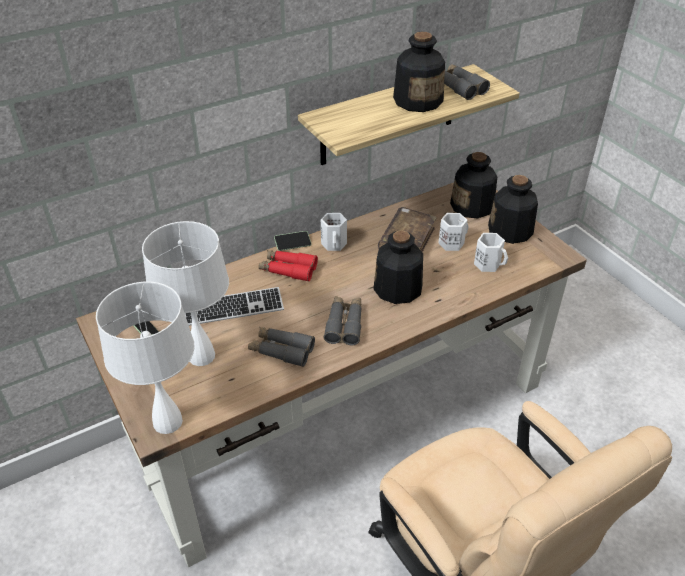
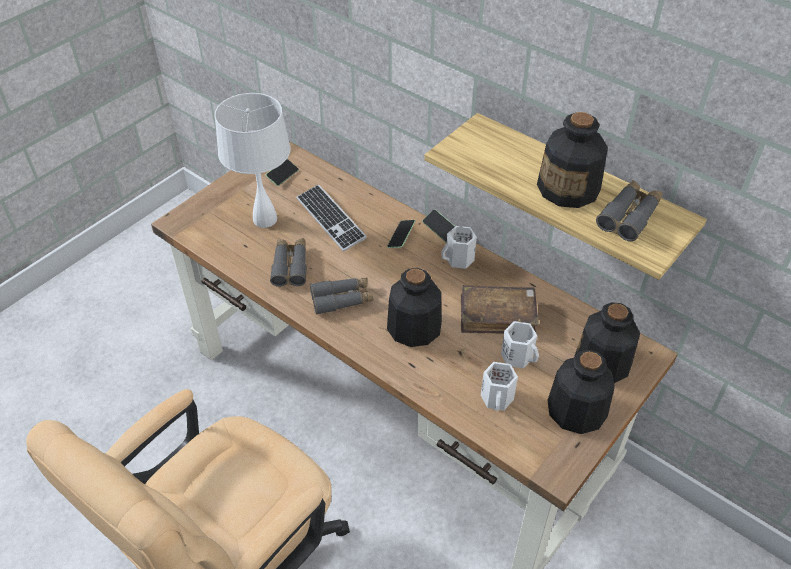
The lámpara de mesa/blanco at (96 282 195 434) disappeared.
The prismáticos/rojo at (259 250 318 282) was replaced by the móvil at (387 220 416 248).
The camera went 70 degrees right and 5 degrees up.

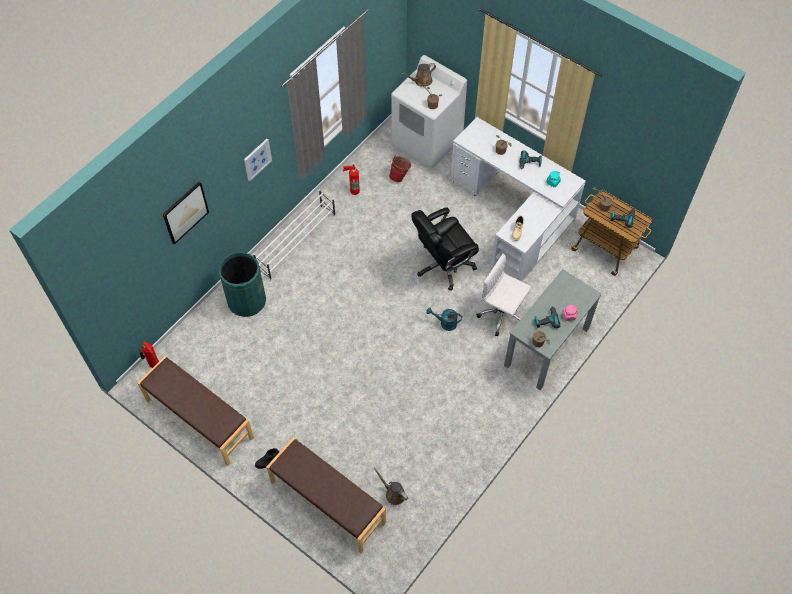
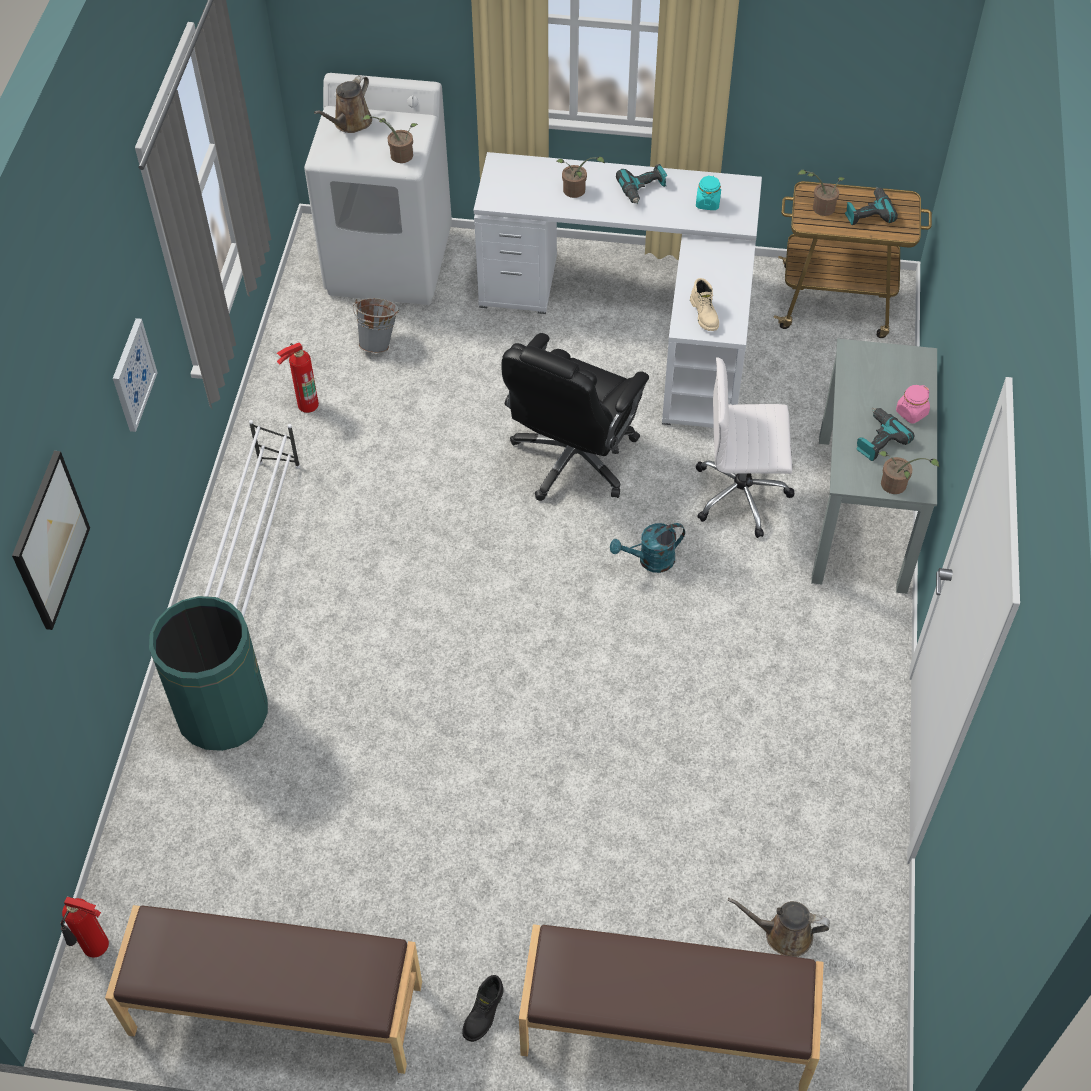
The cubo/rojo at (389 155 411 182) became the cubo/gris at (353 298 399 353).
The camera went 30 degrees left and 5 degrees down.

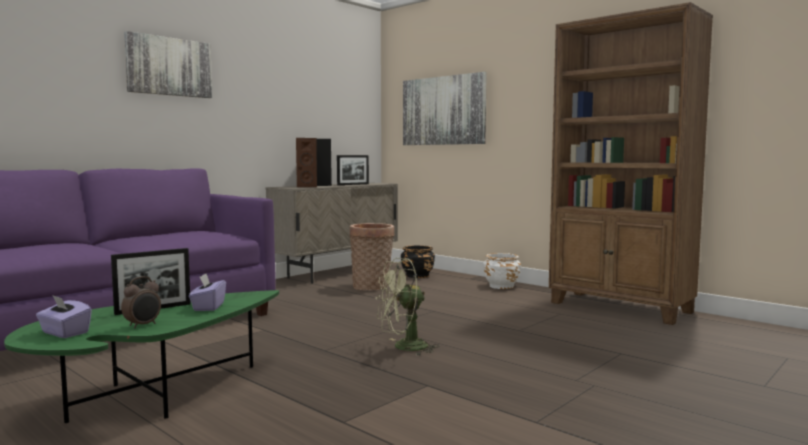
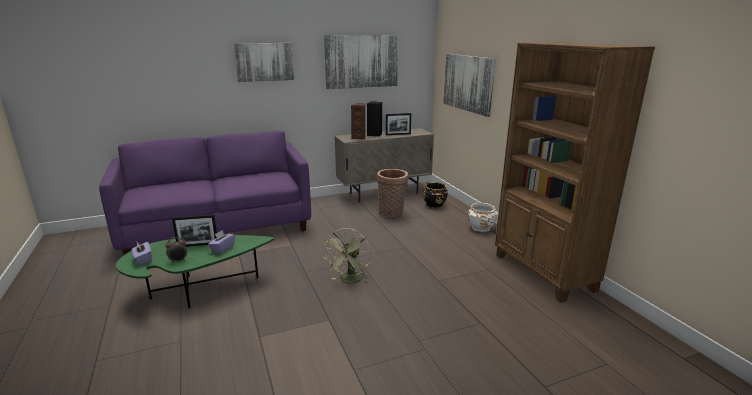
The ventilador/verde at (376 258 440 356) turned 75 degrees counterclockwise.
The cuadro at (324 35 399 89) appeared.
The camera went 25 degrees right and 15 degrees up.

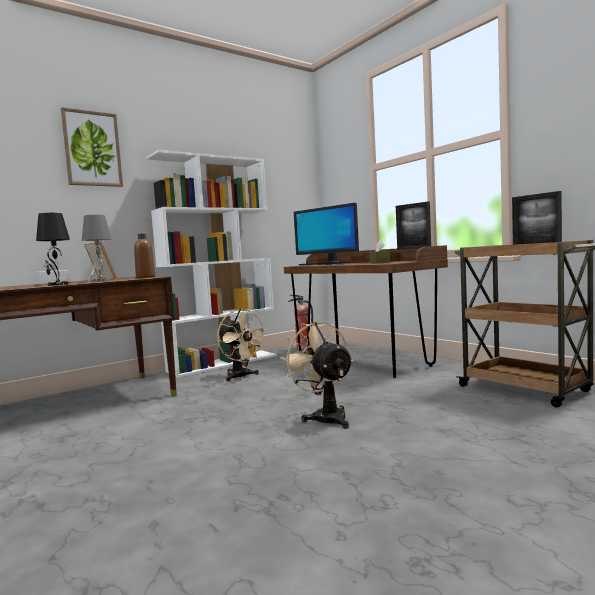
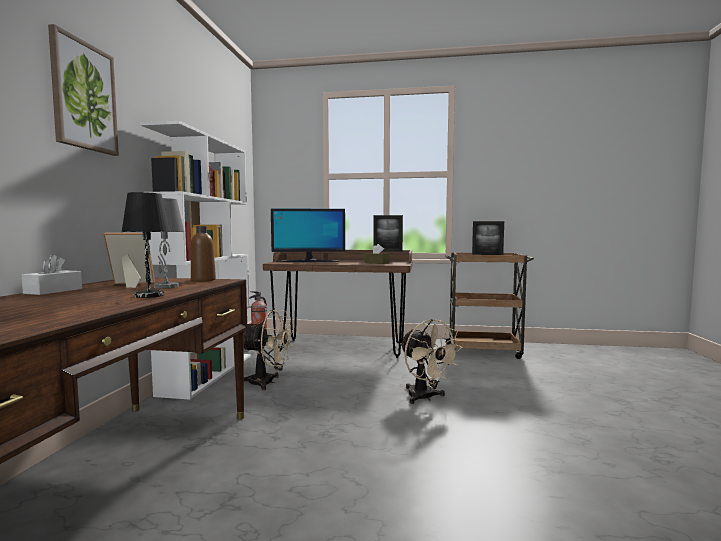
The ventilador/beis at (281 322 354 429) turned 135 degrees counterclockwise.
The camera went 45 degrees left and 0 degrees up.

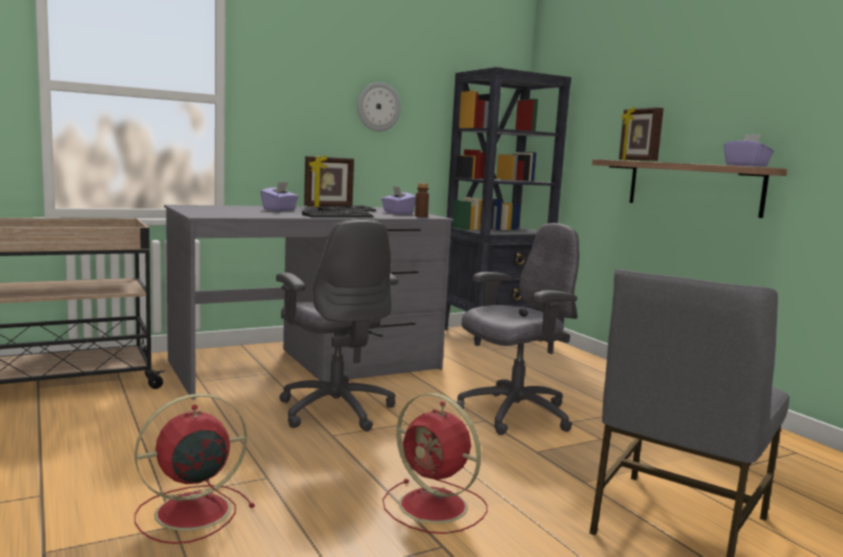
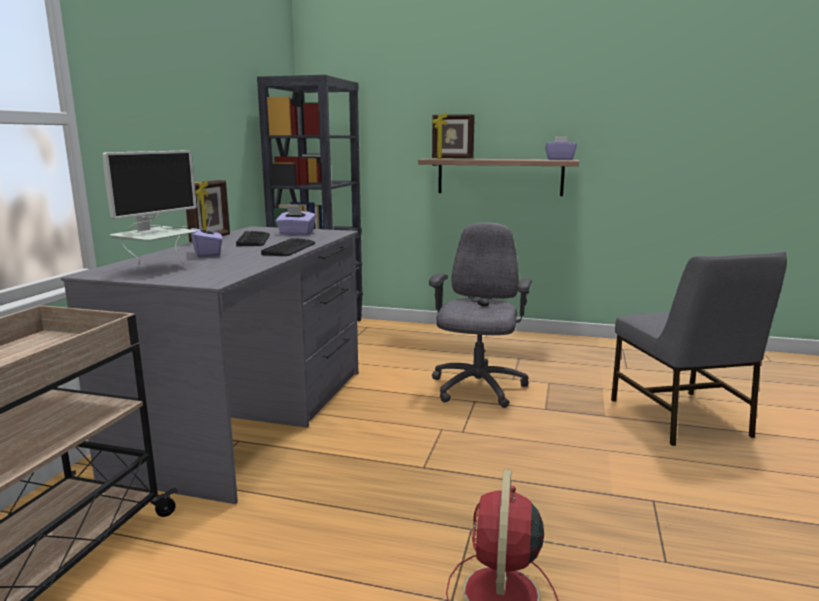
The silla de oficina/gris at (276 219 398 431) disappeared.
The reloj de pared at (357 82 401 132) disappeared.
The ventilador/rojo at (383 393 487 534) disappeared.
The botella/marrón at (415 183 429 217) disappeared.
The monitor at (102 150 197 265) appeared.
The camera went 45 degrees left and 5 degrees up.

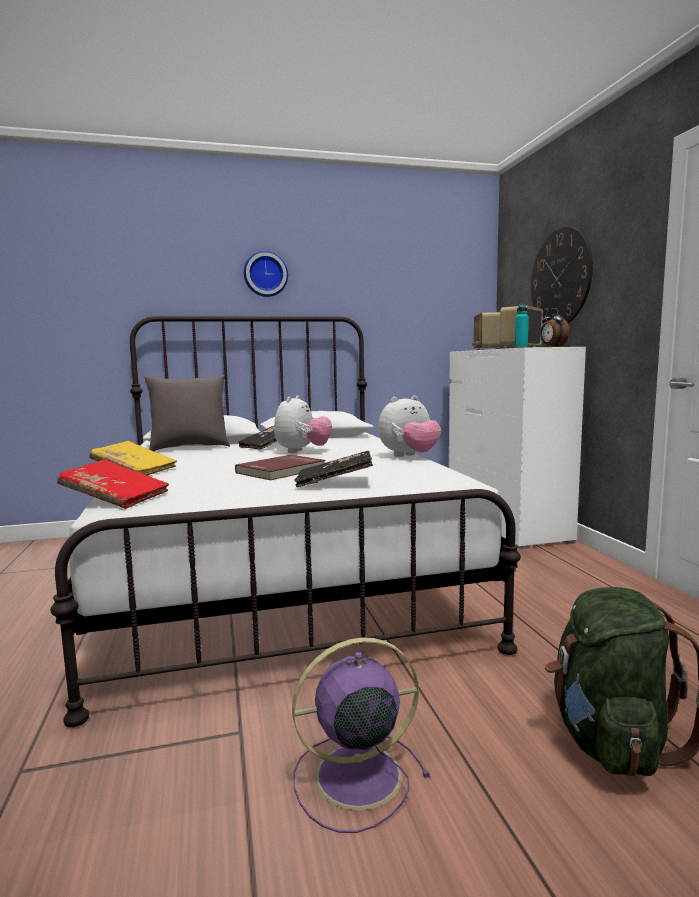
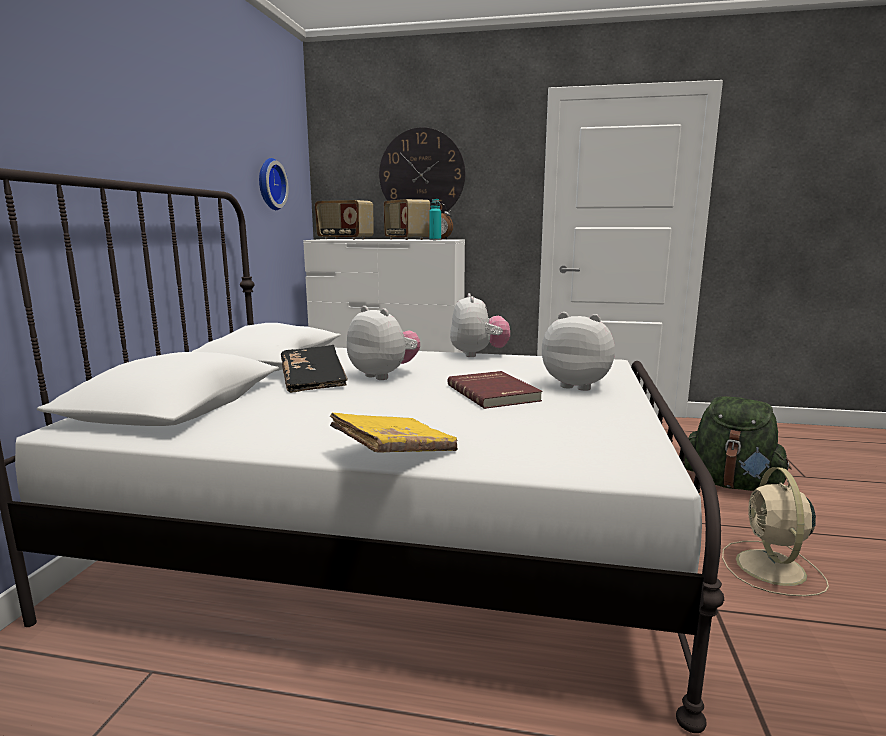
The libro/rojo at (57 459 169 509) disappeared.
The cojín/gris at (145 375 230 451) disappeared.
The reloj de pared moved from (244 251 288 297) to (259 158 288 210).
The ventilador/morado at (292 637 430 833) became the ventilador/beis at (722 467 829 596).
The libro/negro at (295 451 373 487) was replaced by the peluche at (542 312 615 391).
The camera went 65 degrees left and 5 degrees up.

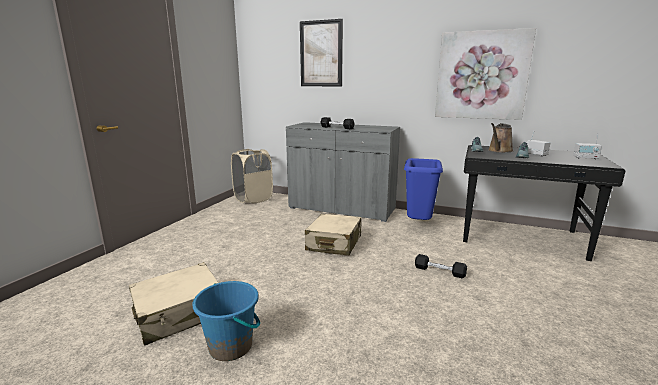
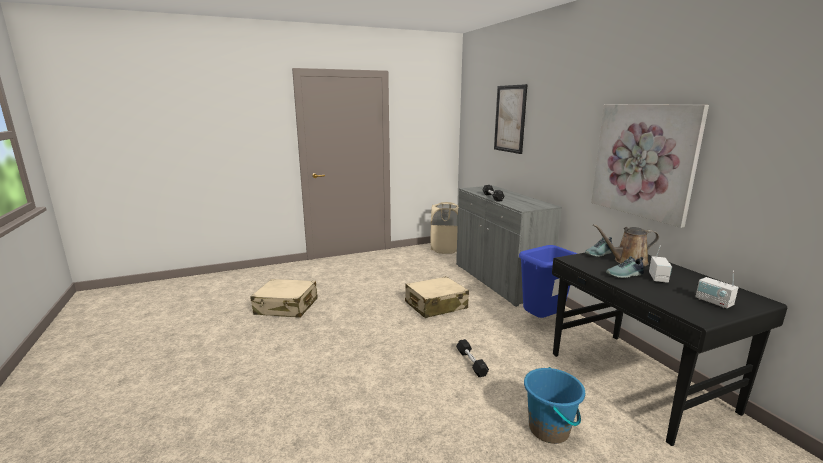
The cubo/azul moved from (192 281 260 361) to (524 367 585 444).
The camera went 45 degrees right and 0 degrees up.

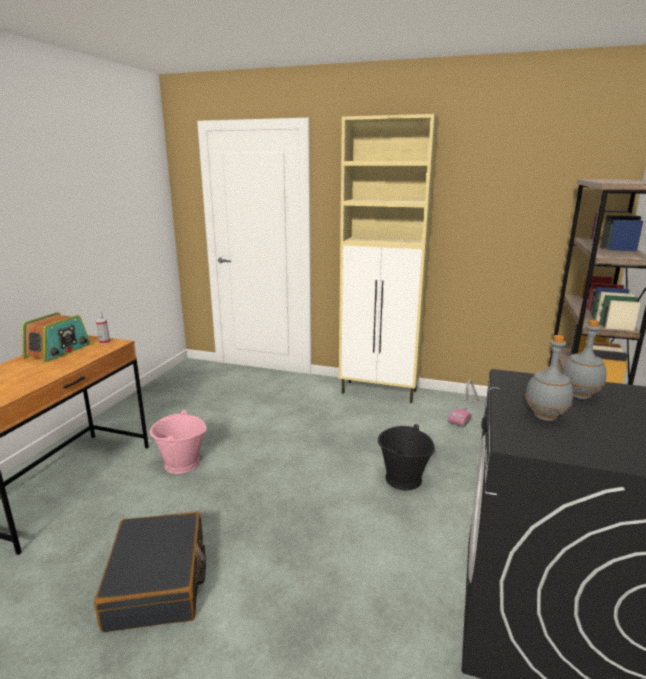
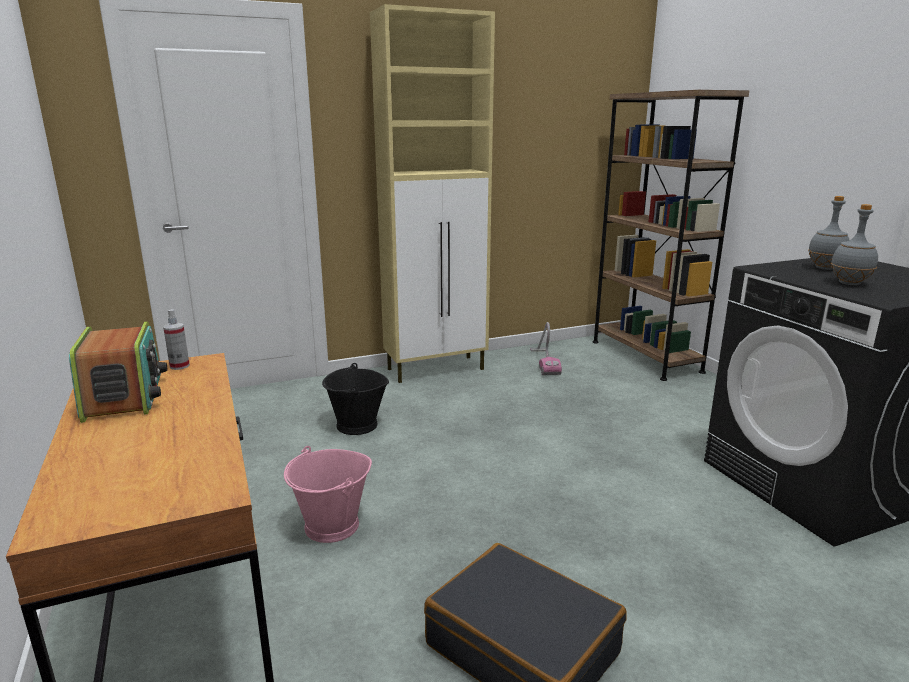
The cubo/negro moved from (378 424 435 490) to (322 363 389 435).
The camera went 40 degrees left and 0 degrees up.

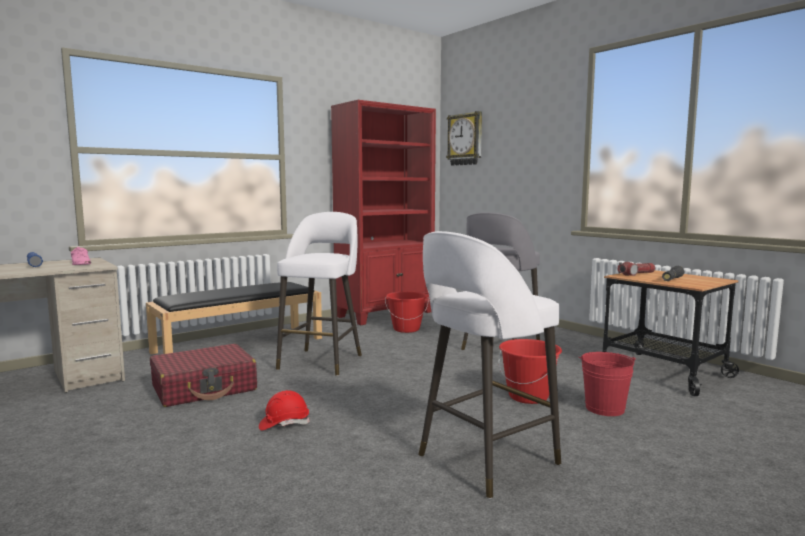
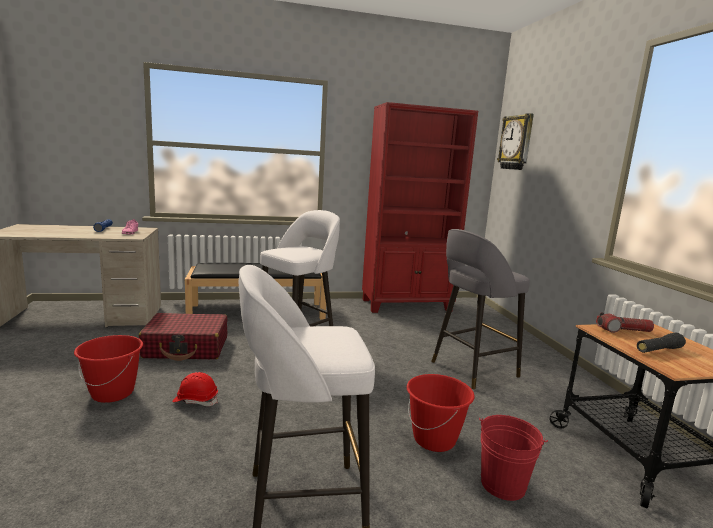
The cubo/rojo moved from (385 292 428 333) to (74 335 143 403).
The camera went 25 degrees right and 5 degrees up.

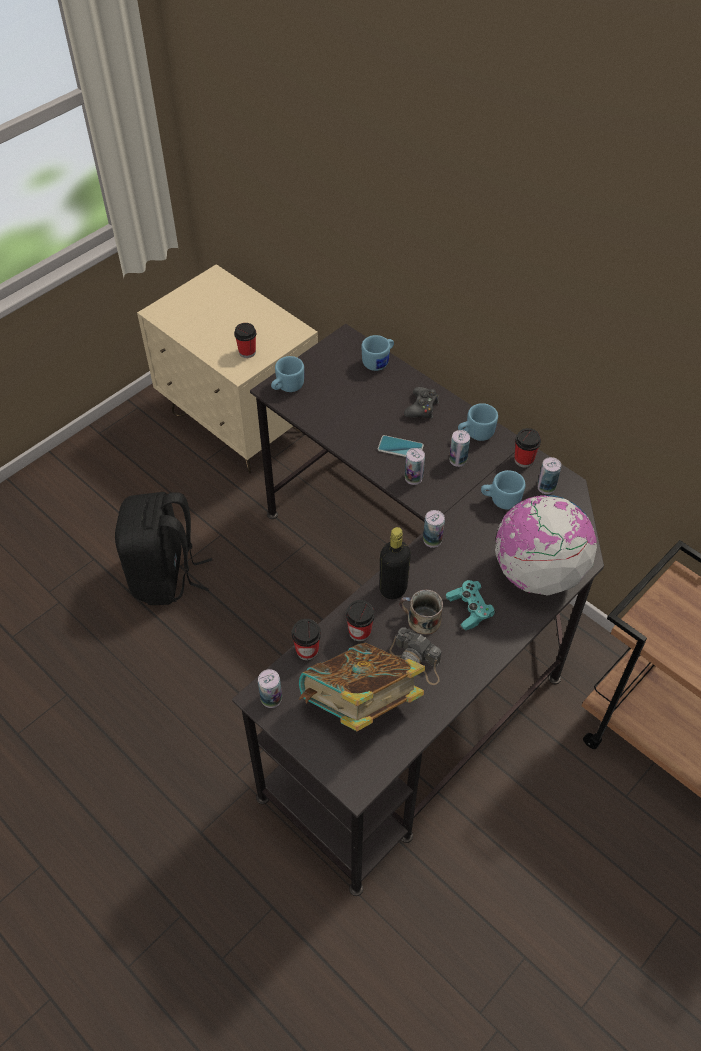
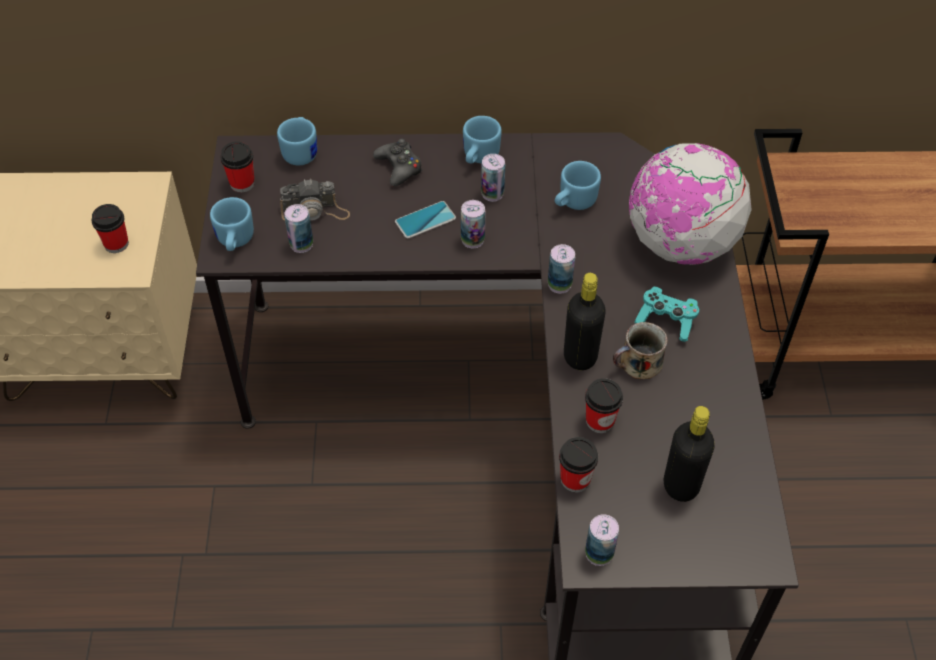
The mochila/negro at (115 492 212 605) disappeared.
The libro at (299 643 425 731) was replaced by the botella/negro at (664 406 715 502).
The cámara moved from (390 627 441 685) to (280 179 350 221).
The taza moved from (514 428 541 467) to (220 141 255 192).
The lata moved from (538 457 561 494) to (285 204 313 253).
The camera went 45 degrees left and 0 degrees up.

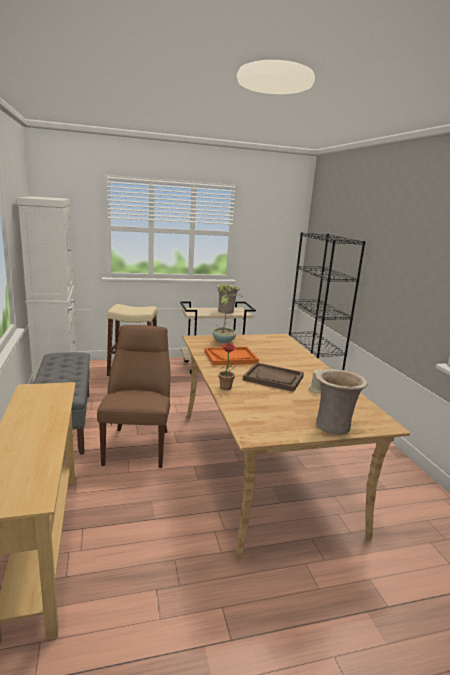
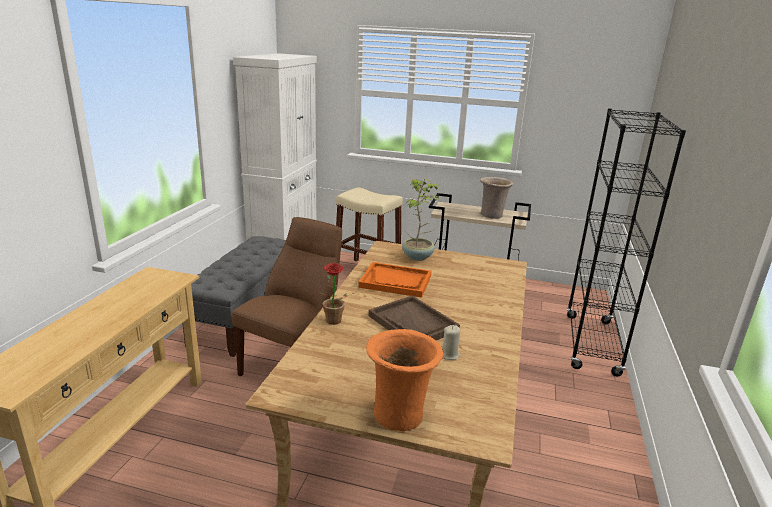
The florero/beis at (315 369 368 435) became the florero/naranja at (366 329 443 431).
The camera went 30 degrees right and 5 degrees up.

